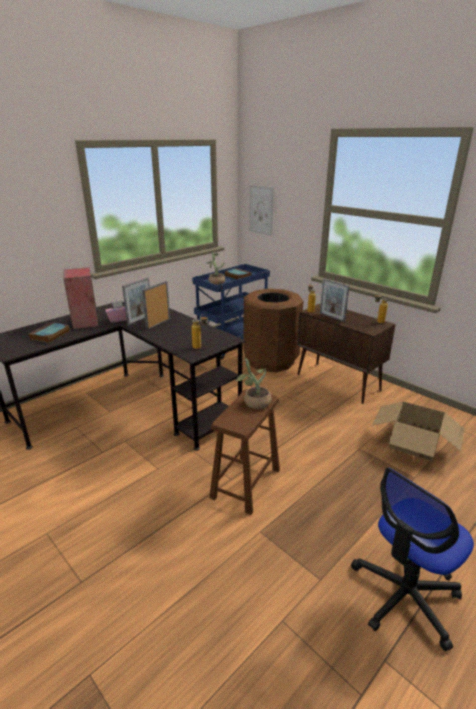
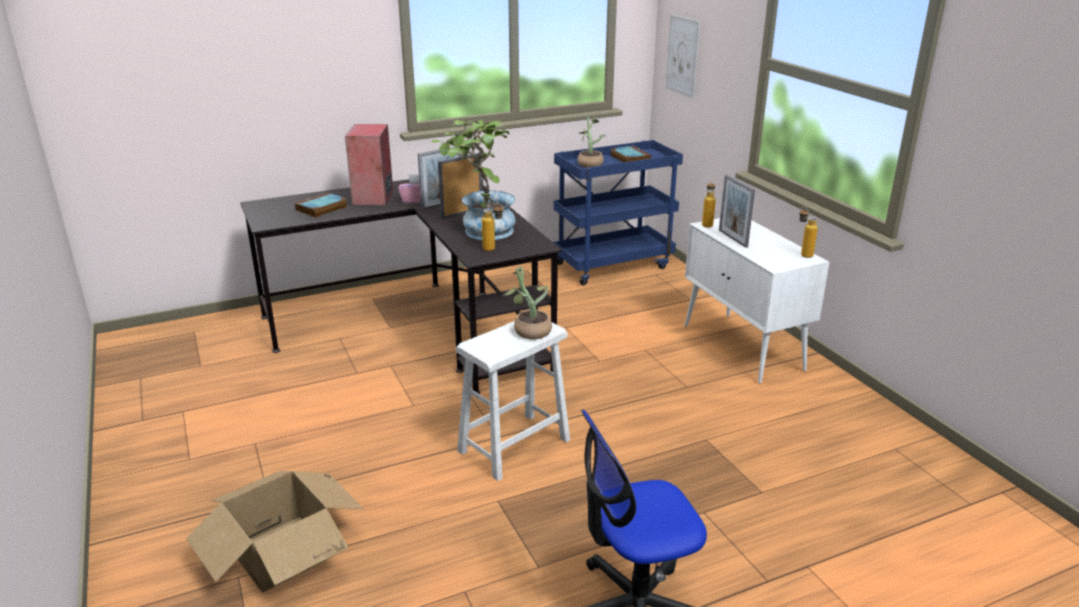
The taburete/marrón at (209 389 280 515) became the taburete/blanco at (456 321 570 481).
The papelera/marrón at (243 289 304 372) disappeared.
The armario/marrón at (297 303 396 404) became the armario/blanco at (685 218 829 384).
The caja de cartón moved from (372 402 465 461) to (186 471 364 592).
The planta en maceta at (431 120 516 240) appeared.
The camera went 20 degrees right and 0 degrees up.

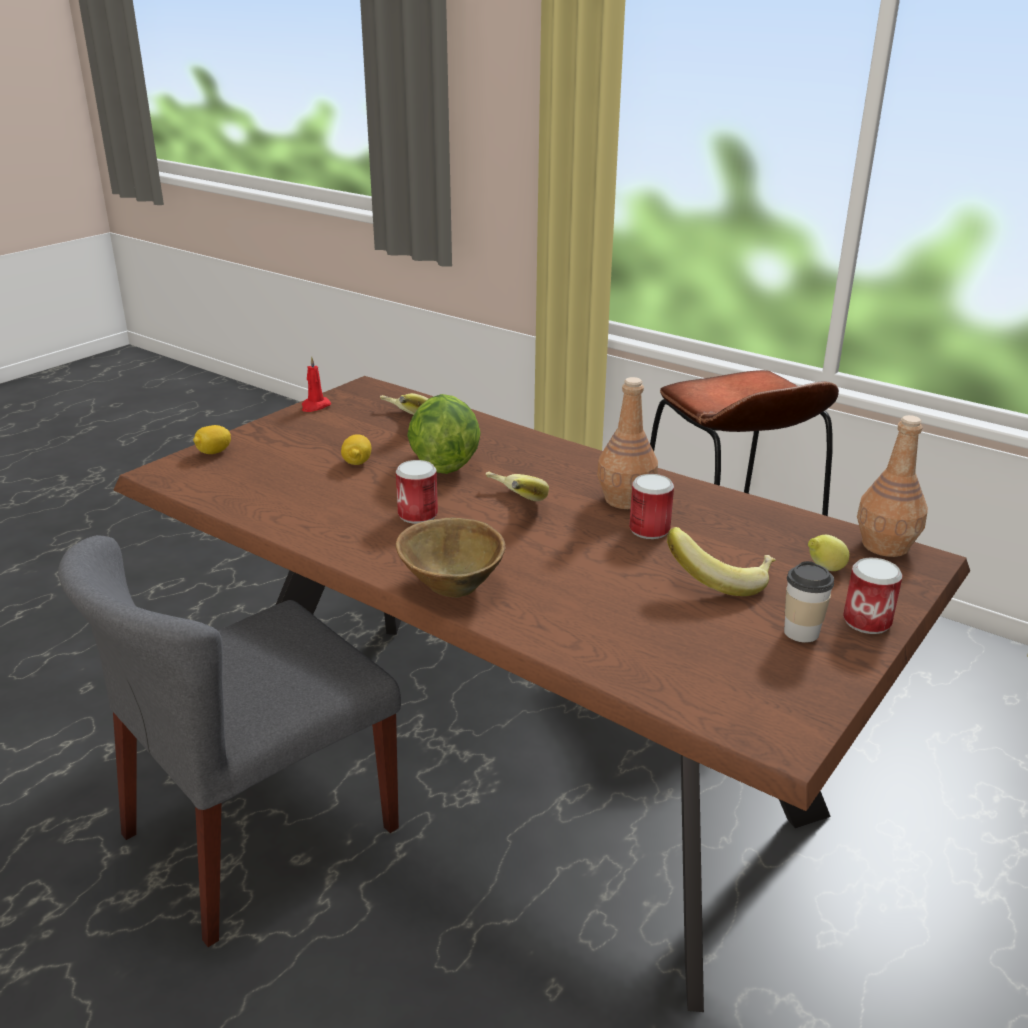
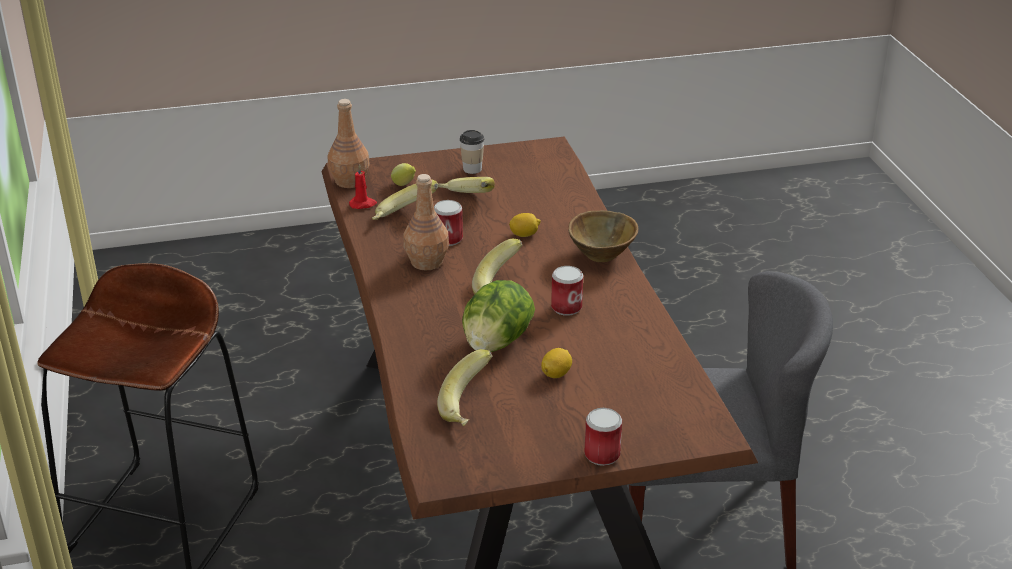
The limón moved from (193 425 231 454) to (509 213 541 237).
The vela/rojo moved from (302 356 331 412) to (349 165 377 209).
The lata moved from (843 558 902 634) to (584 408 622 466).
The plátano at (372 180 439 220) appeared.
The camera went 140 degrees left and 5 degrees up.

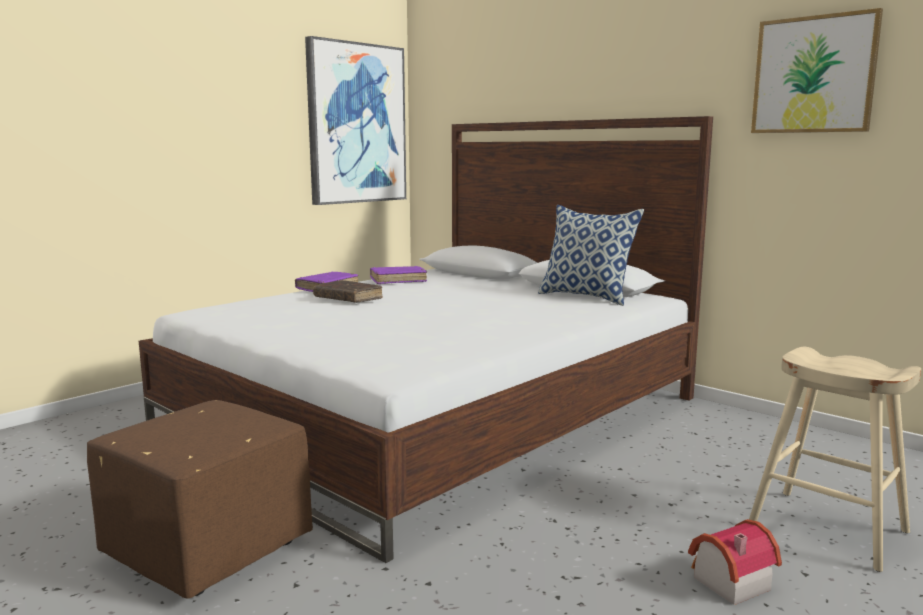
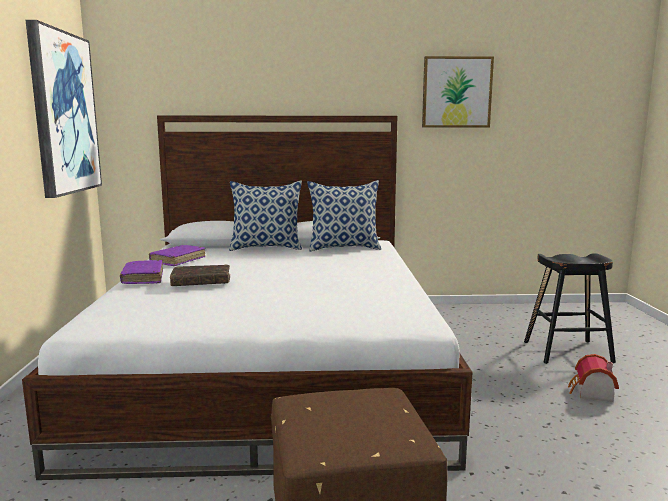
The taburete/beis at (749 347 921 572) became the taburete/negro at (524 253 616 364).
The cojín at (229 180 302 251) appeared.
The camera went 45 degrees left and 0 degrees up.

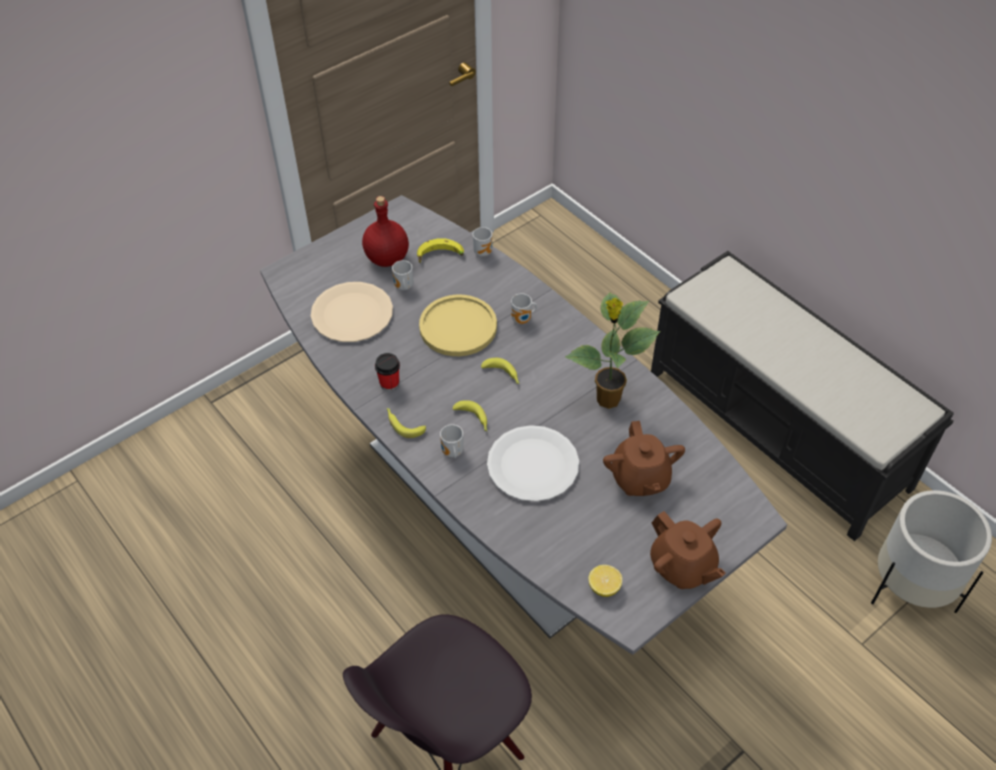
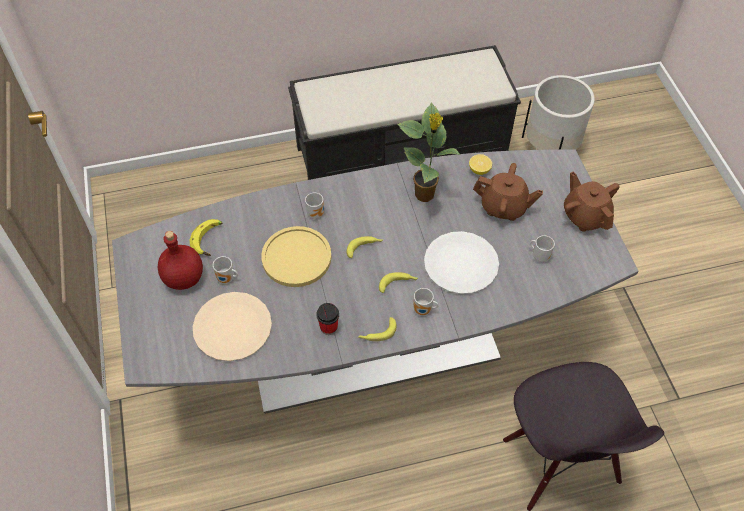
The taza grande moved from (473 227 492 257) to (530 235 555 262).
The limón moved from (589 565 622 597) to (469 154 492 175).
The tetera/marrón at (650 511 726 589) turned 105 degrees counterclockwise.
The camera went 65 degrees left and 5 degrees up.

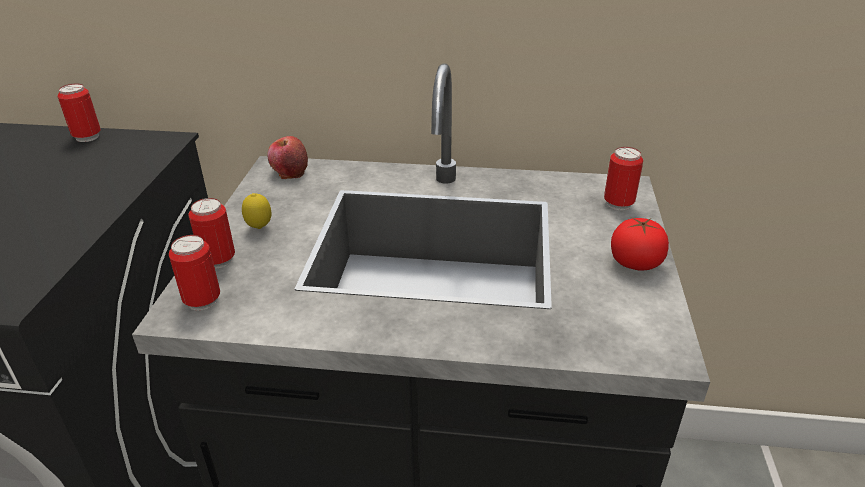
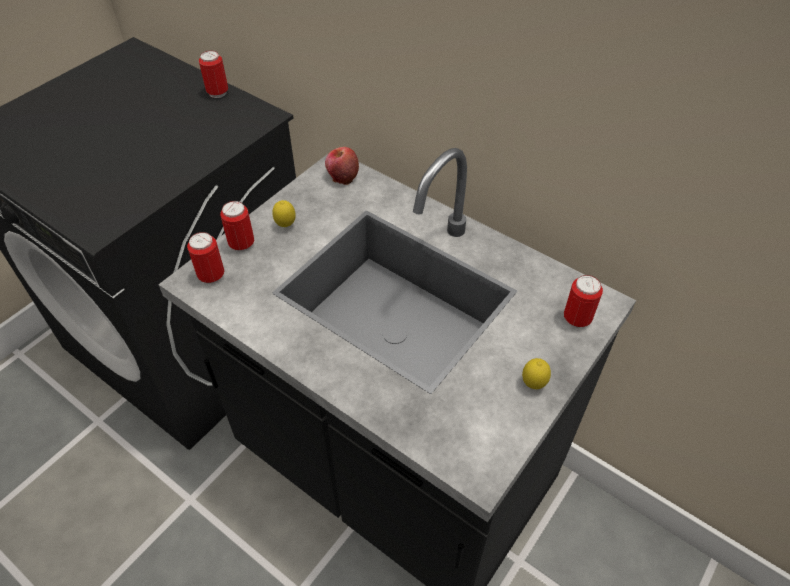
The tomate at (611 218 669 271) was replaced by the limón at (522 358 551 389).
The camera went 30 degrees right and 15 degrees up.

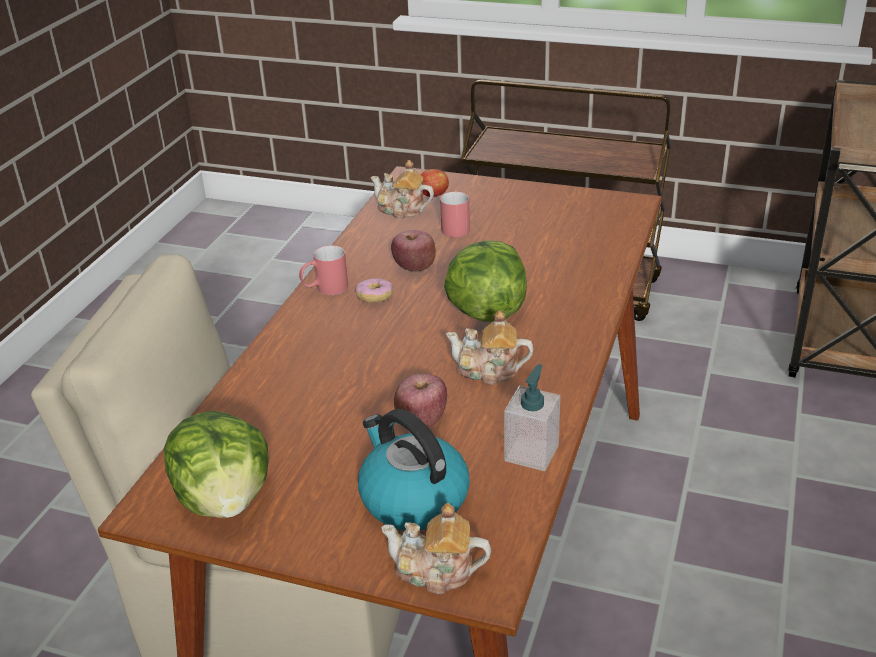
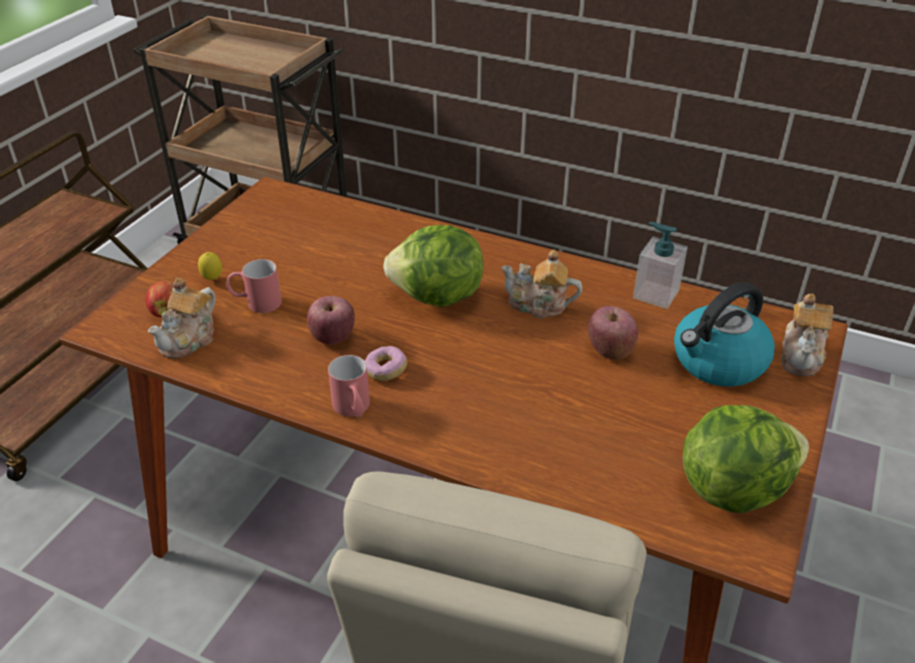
The tetera at (446 310 534 384) turned 90 degrees clockwise.
The limón at (198 252 222 280) appeared.
The camera went 85 degrees left and 5 degrees up.

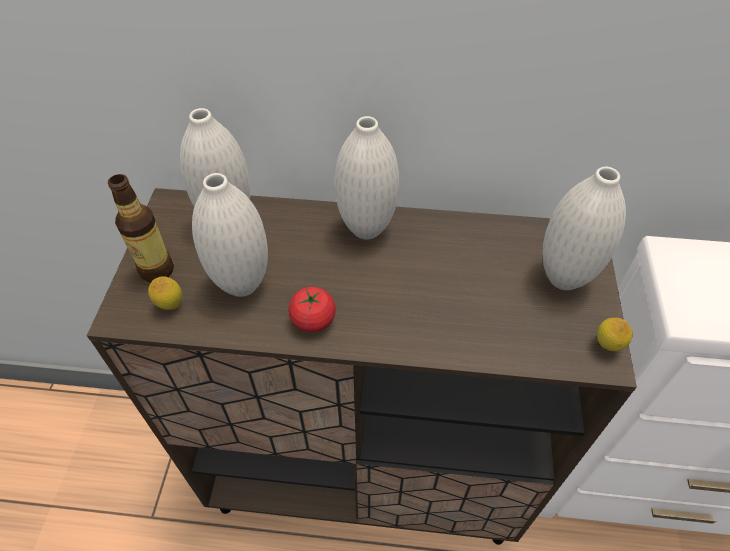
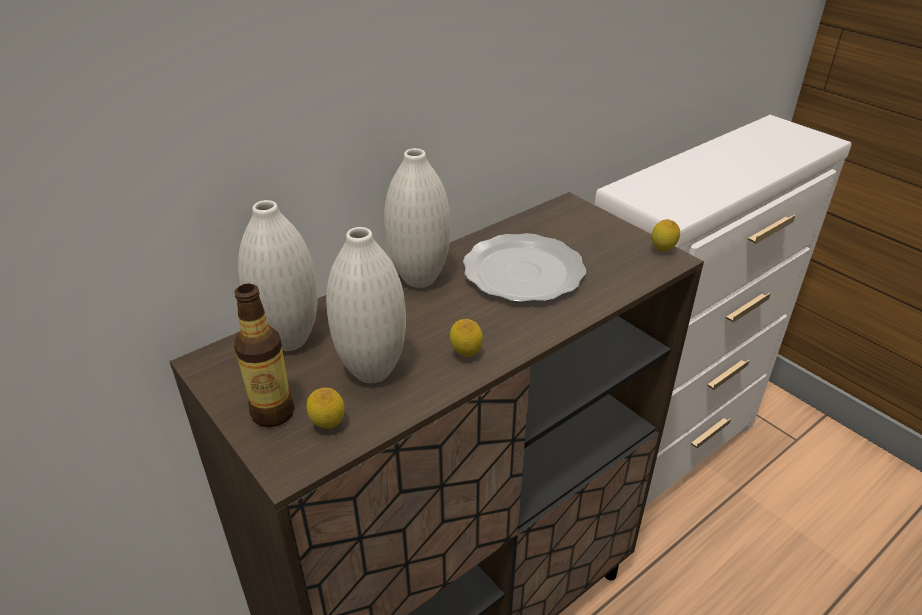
The tomate at (288 287 336 332) was replaced by the limón at (450 319 483 357).
The florero/blanco at (542 167 626 290) disappeared.
The plato at (463 233 586 302) appeared.
The camera went 45 degrees left and 15 degrees down.

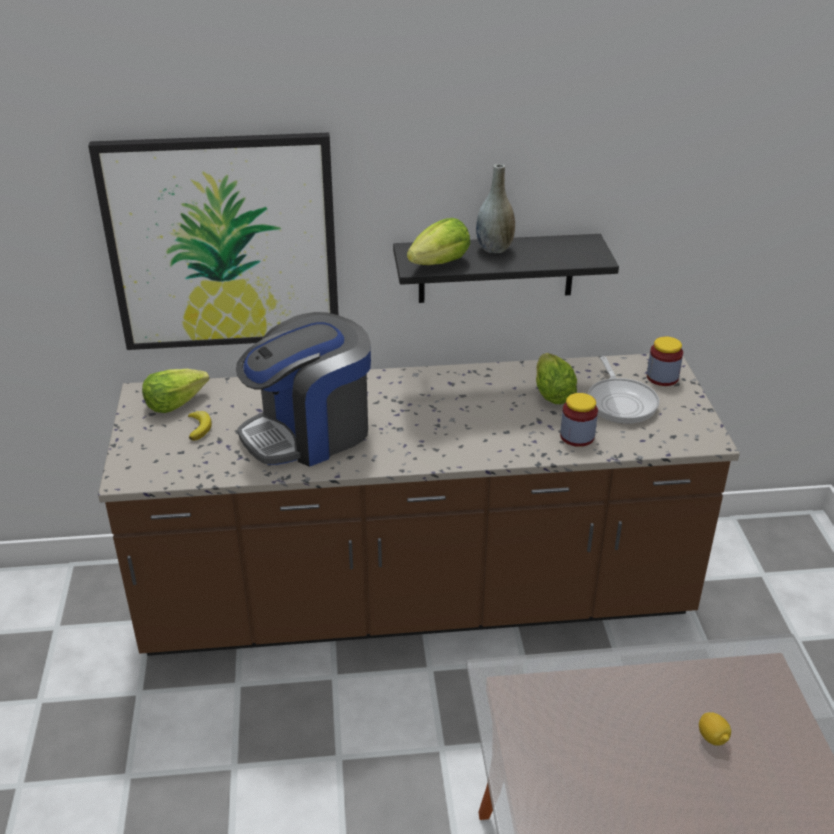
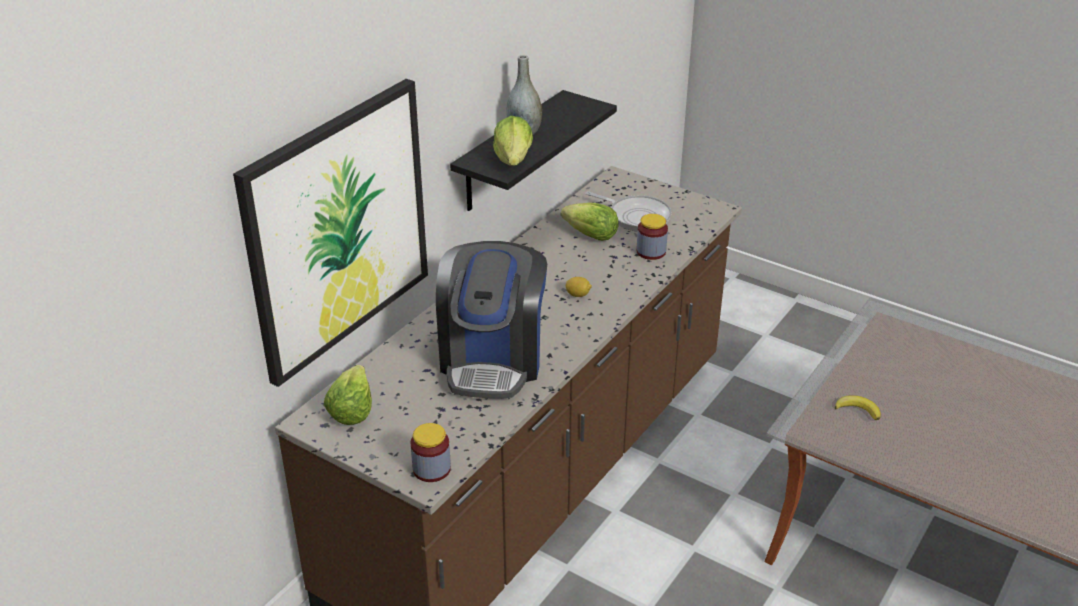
The plátano moved from (188 411 212 441) to (835 395 881 420).
The tarro moved from (647 336 683 386) to (411 423 451 482).
The limón moved from (699 712 731 746) to (566 277 592 297).
The camera went 50 degrees left and 0 degrees up.

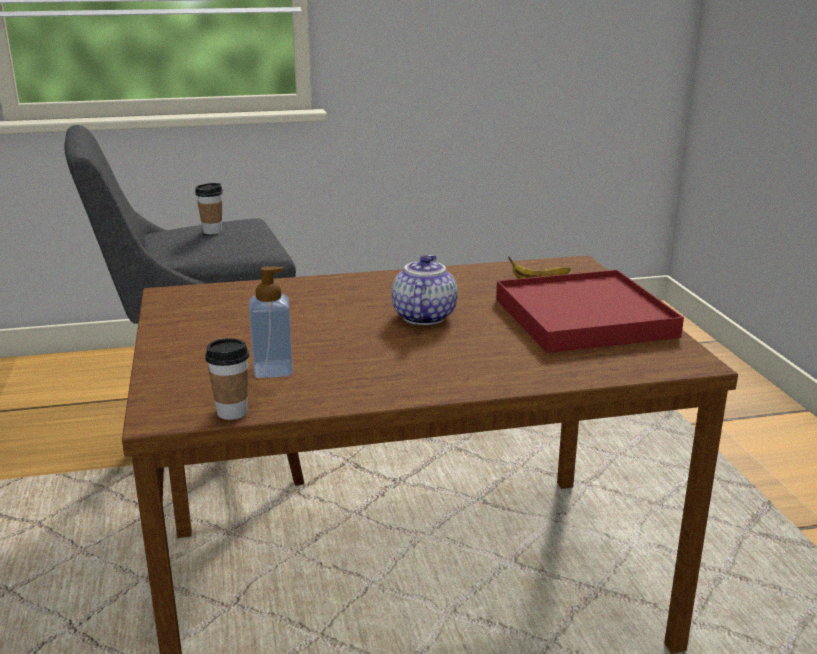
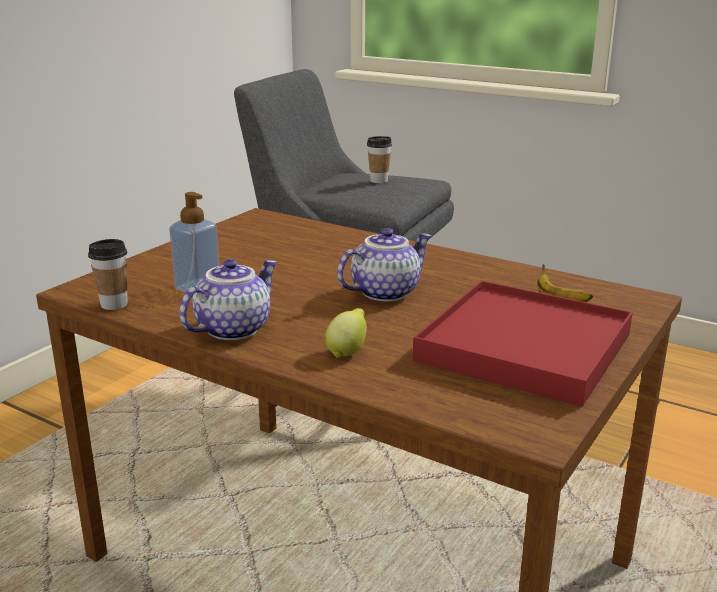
The tetera at (179 259 277 340) appeared.
The limón at (325 308 367 358) appeared.
The camera went 45 degrees right and 0 degrees up.

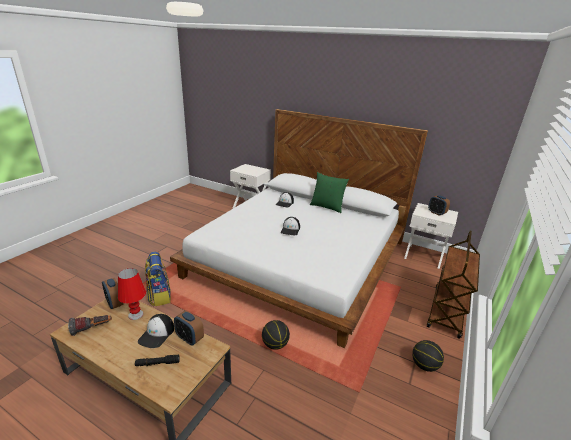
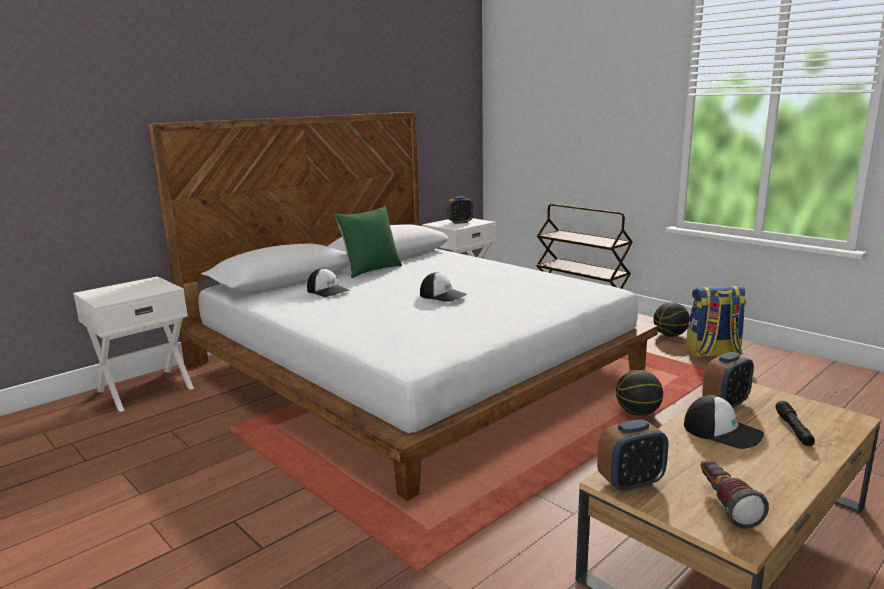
The lámpara de mesa/rojo at (118 268 146 320) disappeared.
The mochila moved from (145 252 171 306) to (686 286 746 357).
The camera went 70 degrees left and 10 degrees down.

